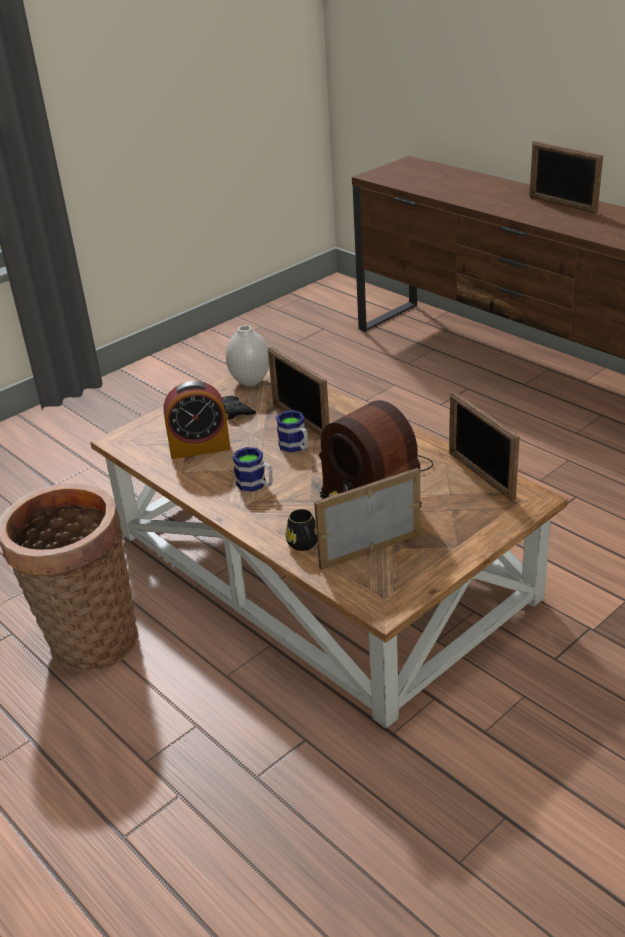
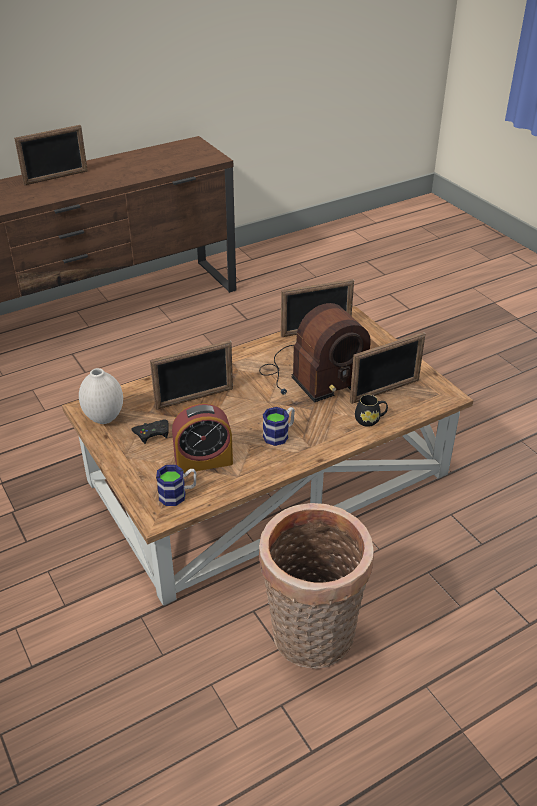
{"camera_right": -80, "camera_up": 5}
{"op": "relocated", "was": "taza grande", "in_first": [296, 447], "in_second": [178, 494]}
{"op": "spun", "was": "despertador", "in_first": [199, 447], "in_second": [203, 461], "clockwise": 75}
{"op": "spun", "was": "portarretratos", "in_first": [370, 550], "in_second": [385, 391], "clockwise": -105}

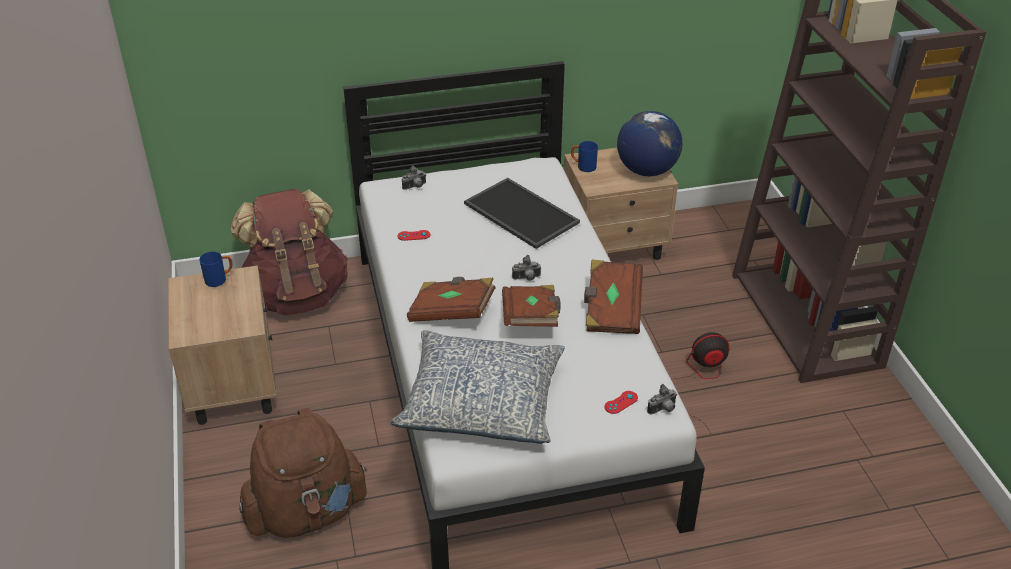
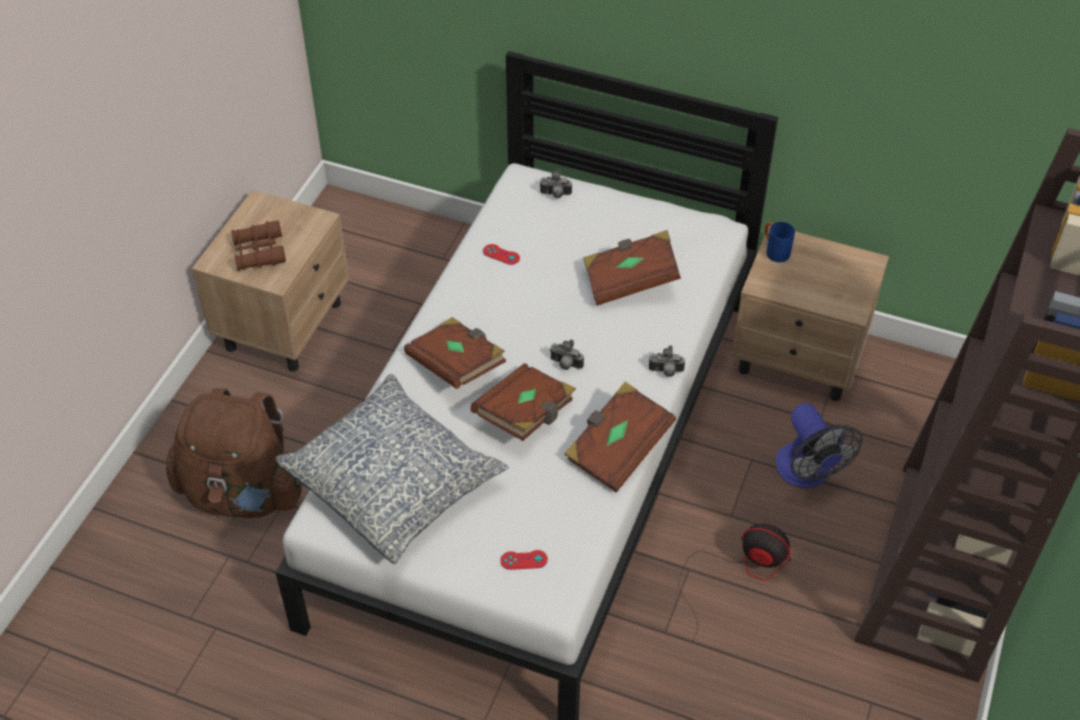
{"camera_right": 35, "camera_up": 10}
{"op": "appeared", "now": "prismáticos/marrón", "in_second": [259, 252]}
{"op": "exchanged", "was": "bandeja", "now": "libro/marrón", "in_first": [519, 213], "in_second": [630, 280]}
{"op": "relocated", "was": "cámara", "in_first": [663, 410], "in_second": [666, 372]}
{"op": "appeared", "now": "ventilador", "in_second": [807, 473]}
{"op": "missing", "was": "taza grande/azul", "in_first": [219, 279]}
{"op": "missing", "was": "mochila/marrón", "in_first": [296, 294]}
{"op": "missing", "was": "globo terráqueo", "in_first": [646, 170]}

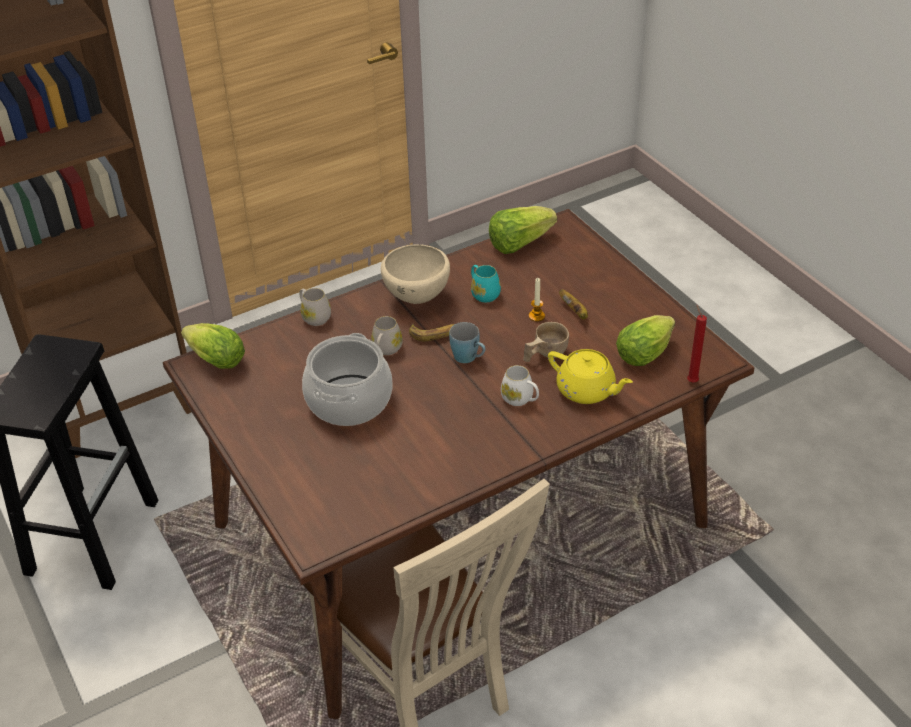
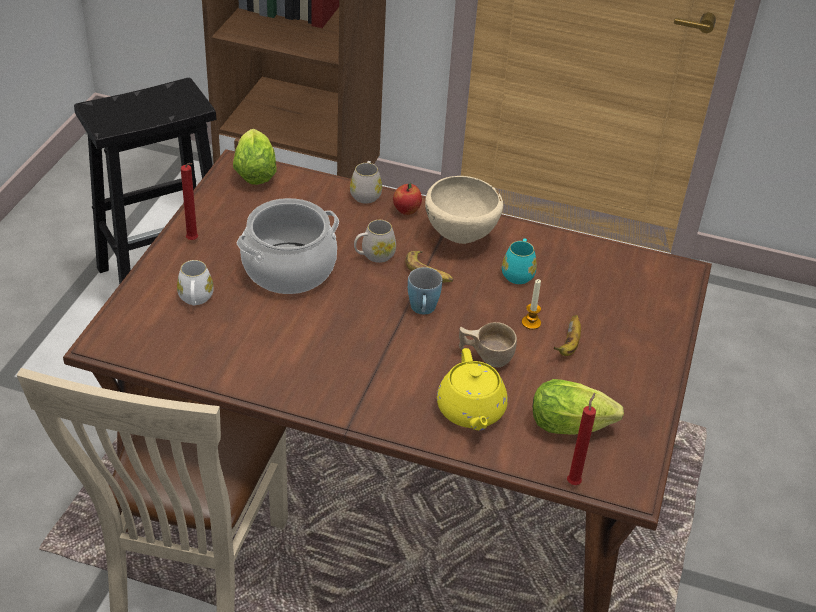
{"camera_right": 45, "camera_up": 0}
{"op": "relocated", "was": "taza grande/blanco", "in_first": [520, 399], "in_second": [195, 299]}
{"op": "appeared", "now": "vela/rojo", "in_second": [193, 241]}
{"op": "appeared", "now": "manzana", "in_second": [406, 210]}
{"op": "missing", "was": "lechuga", "in_first": [519, 243]}

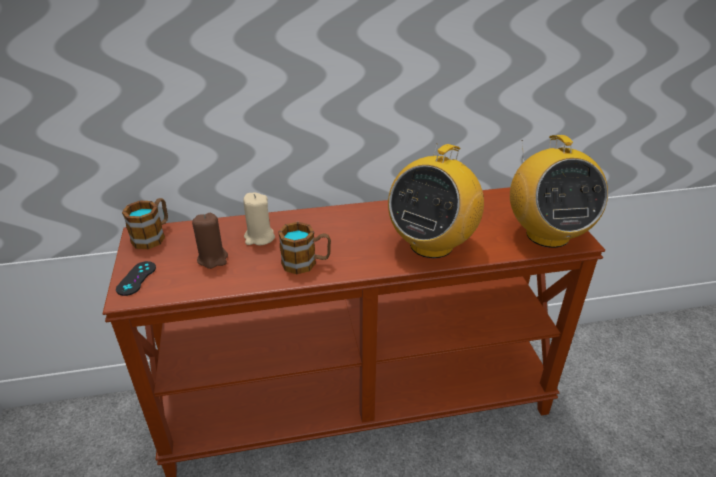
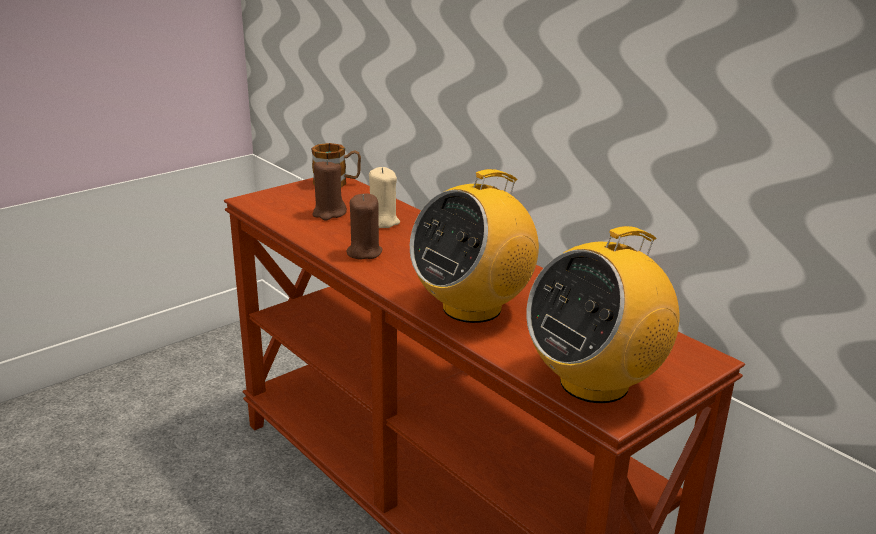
{"camera_right": 60, "camera_up": -10}
{"op": "exchanged", "was": "taza grande", "now": "vela/marrón", "in_first": [306, 263], "in_second": [364, 252]}
{"op": "spun", "was": "radio", "in_first": [431, 244], "in_second": [472, 307], "clockwise": -45}
{"op": "missing", "was": "mando de consola/negro", "in_first": [136, 278]}

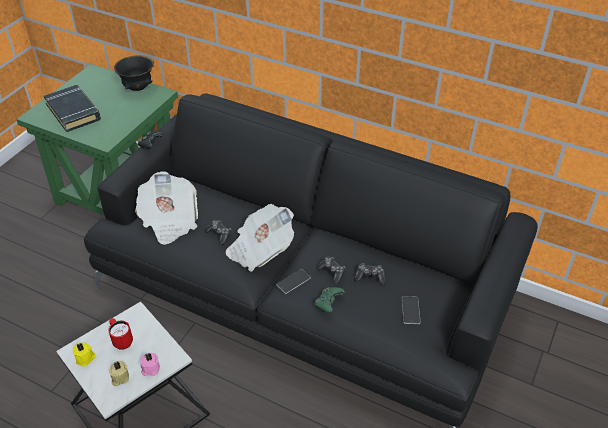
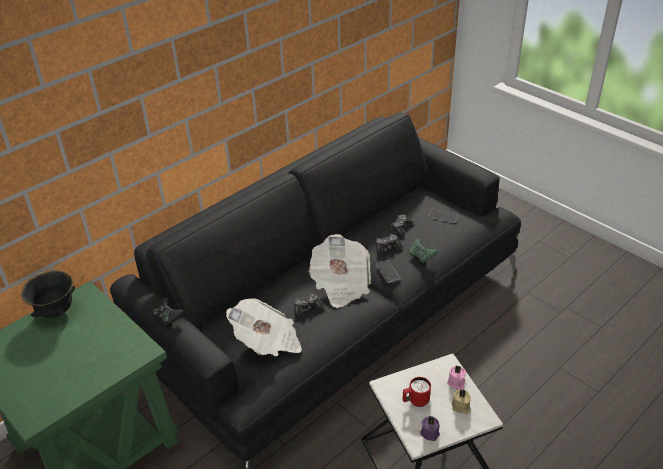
{"camera_right": -70, "camera_up": -5}
{"op": "colour", "was": "vela/amarillo", "now": "vela/morado", "in_first": [85, 358], "in_second": [430, 432]}
{"op": "missing", "was": "libro/negro", "in_first": [73, 112]}

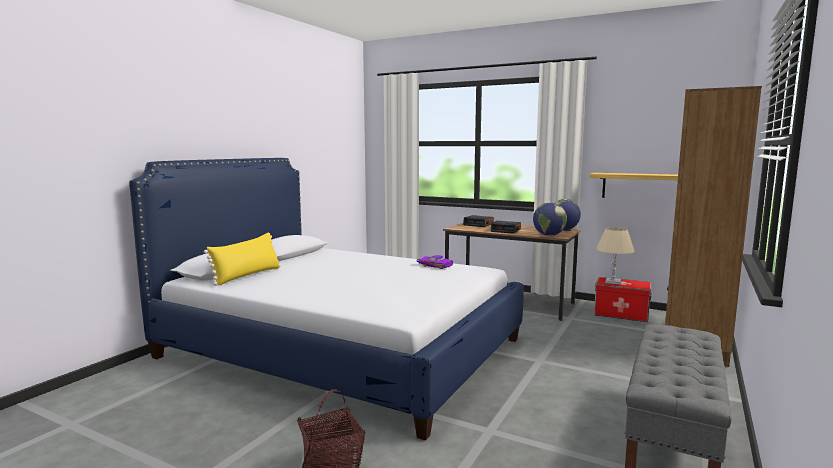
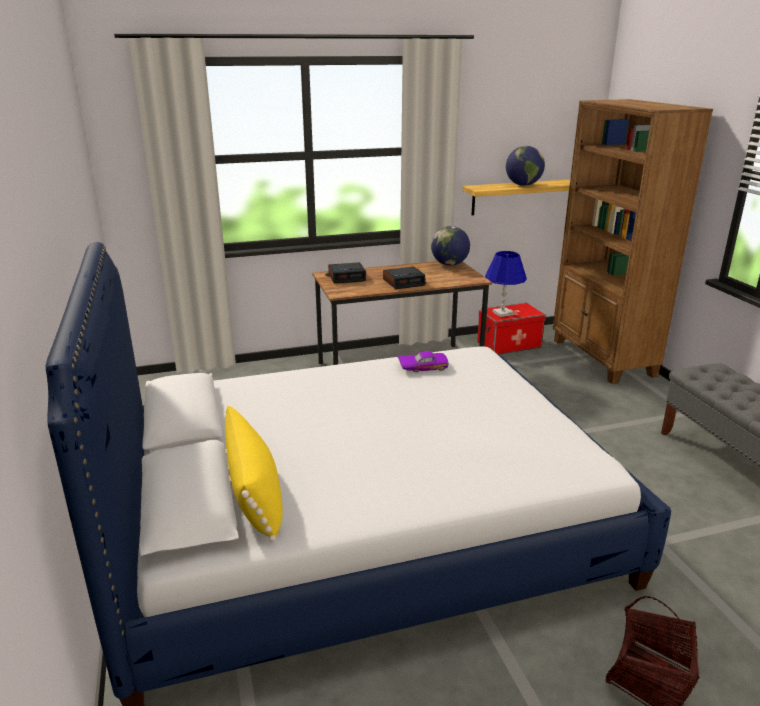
{"camera_right": -45, "camera_up": 15}
{"op": "colour", "was": "lámpara de mesa/beis", "now": "lámpara de mesa/azul", "in_first": [613, 282], "in_second": [502, 313]}
{"op": "relocated", "was": "globo terráqueo", "in_first": [549, 235], "in_second": [523, 185]}

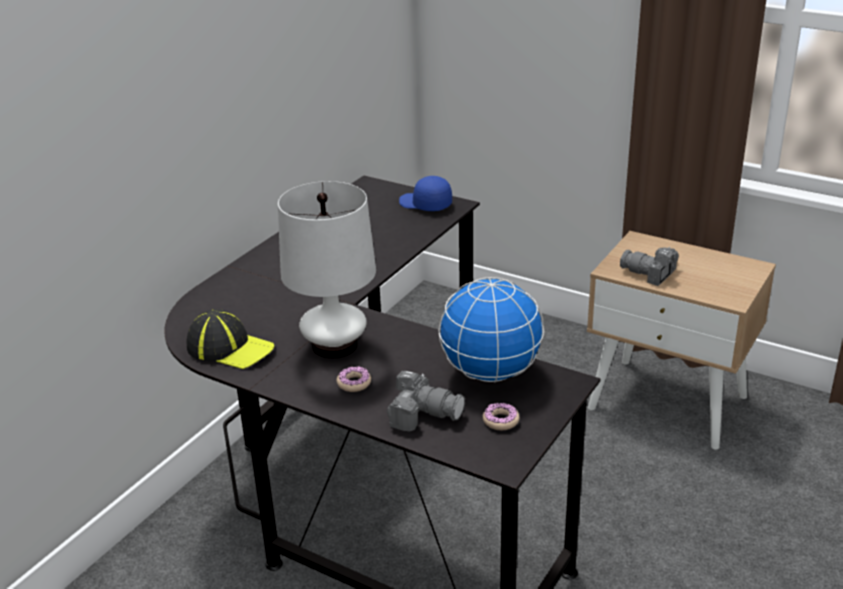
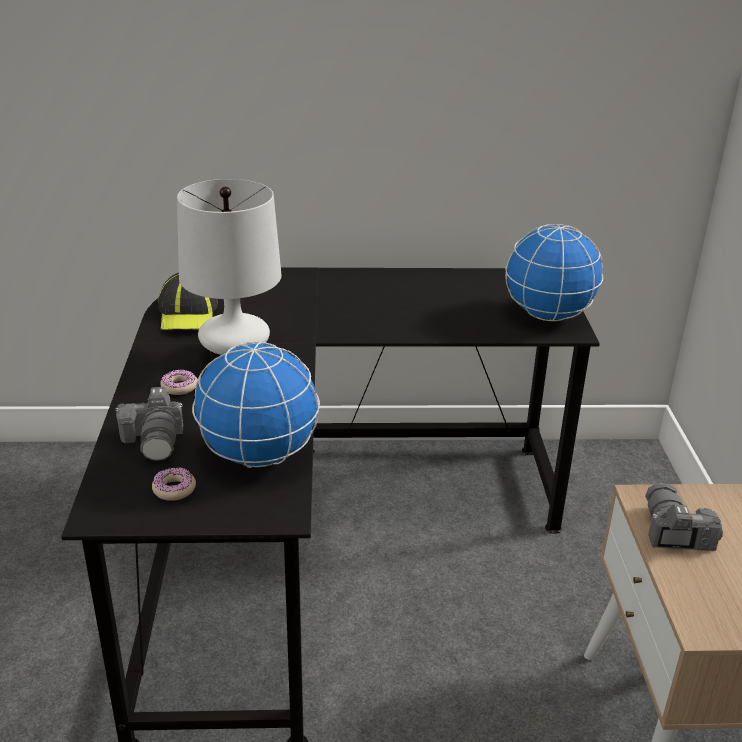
{"camera_right": 55, "camera_up": 0}
{"op": "exchanged", "was": "gorra/azul", "now": "globo terráqueo", "in_first": [425, 204], "in_second": [548, 316]}

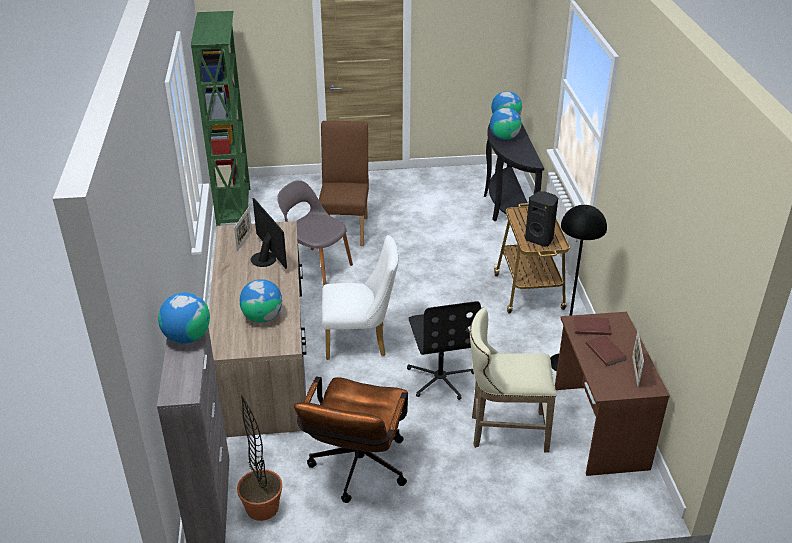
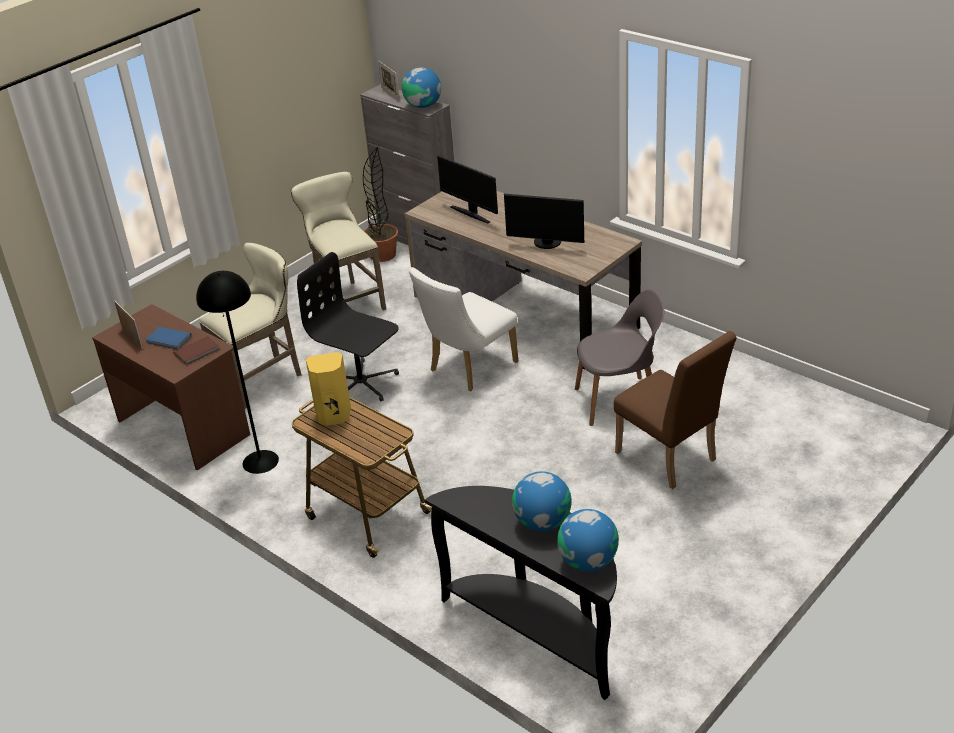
{"camera_right": 140, "camera_up": 0}
{"op": "colour", "was": "libro/marrón", "now": "libro/azul", "in_first": [606, 351], "in_second": [168, 340]}
{"op": "exchanged", "was": "silla de oficina/marrón", "now": "taburete/beis", "in_first": [356, 471], "in_second": [347, 300]}
{"op": "colour", "was": "altavoz/negro", "now": "altavoz/amarillo", "in_first": [540, 239], "in_second": [333, 416]}
{"op": "relocated", "was": "portarretratos", "in_first": [244, 241], "in_second": [390, 94]}
{"op": "exchanged", "was": "globo terráqueo", "now": "monitor", "in_first": [262, 317], "in_second": [471, 214]}
{"op": "missing", "was": "estantería/verde", "in_first": [235, 208]}

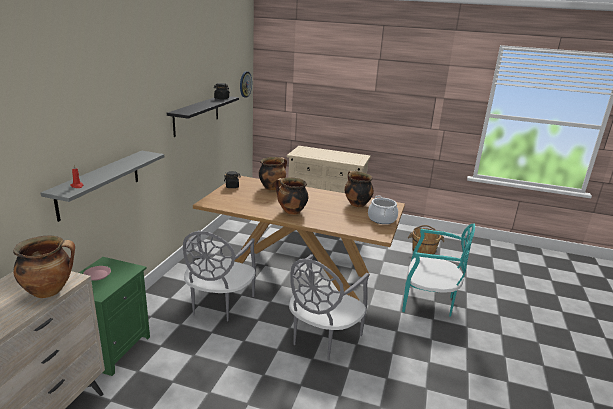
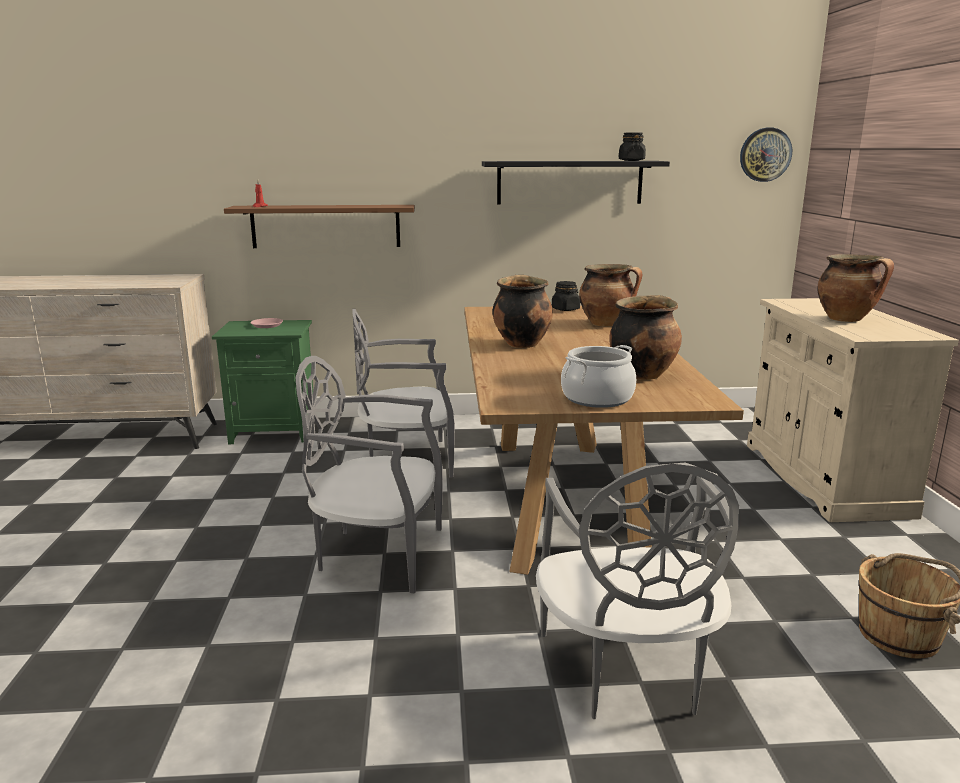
{"camera_right": 70, "camera_up": -5}
{"op": "colour", "was": "estante/gris", "now": "estante/marrón", "in_first": [99, 184], "in_second": [326, 226]}
{"op": "colour", "was": "silla/turquesa", "now": "silla/gris", "in_first": [429, 302], "in_second": [627, 672]}
{"op": "relocated", "was": "olla", "in_first": [49, 291], "in_second": [847, 319]}

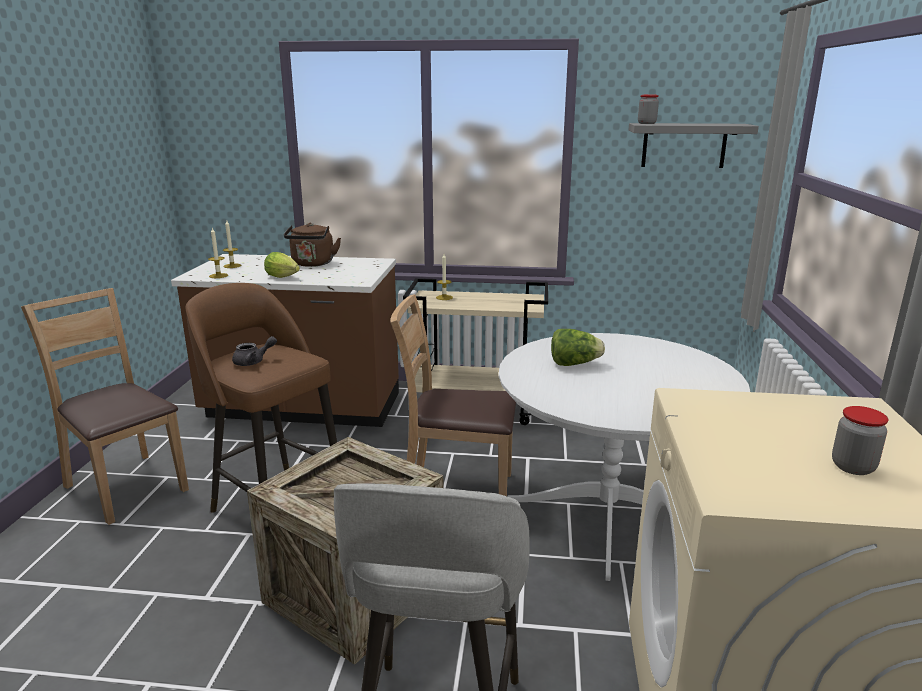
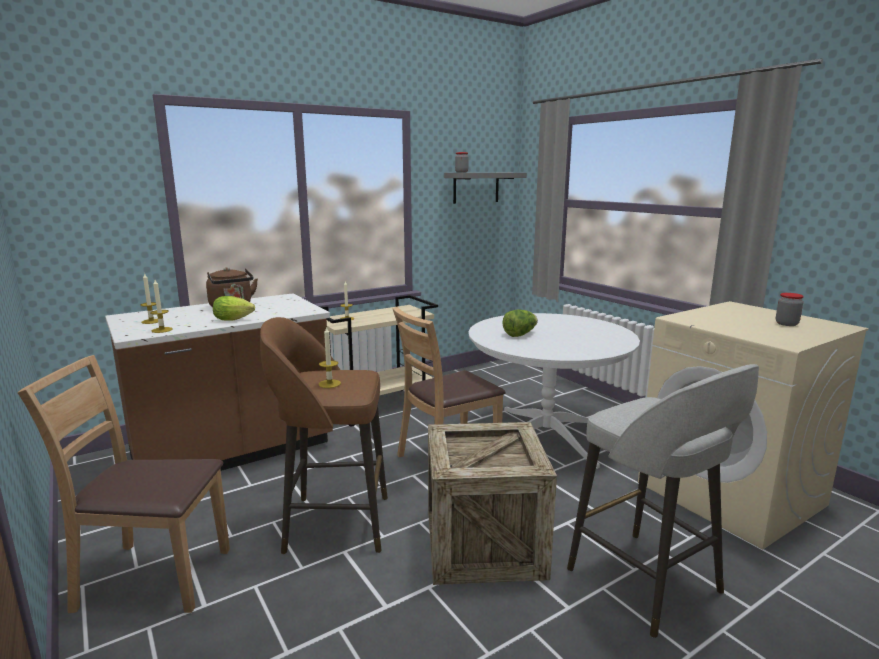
{"camera_right": -40, "camera_up": -5}
{"op": "exchanged", "was": "tetera/gris", "now": "vela", "in_first": [253, 362], "in_second": [329, 384]}

